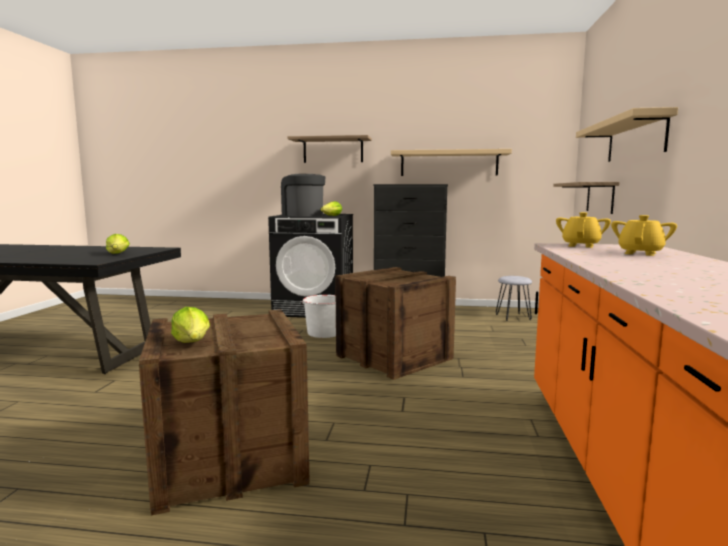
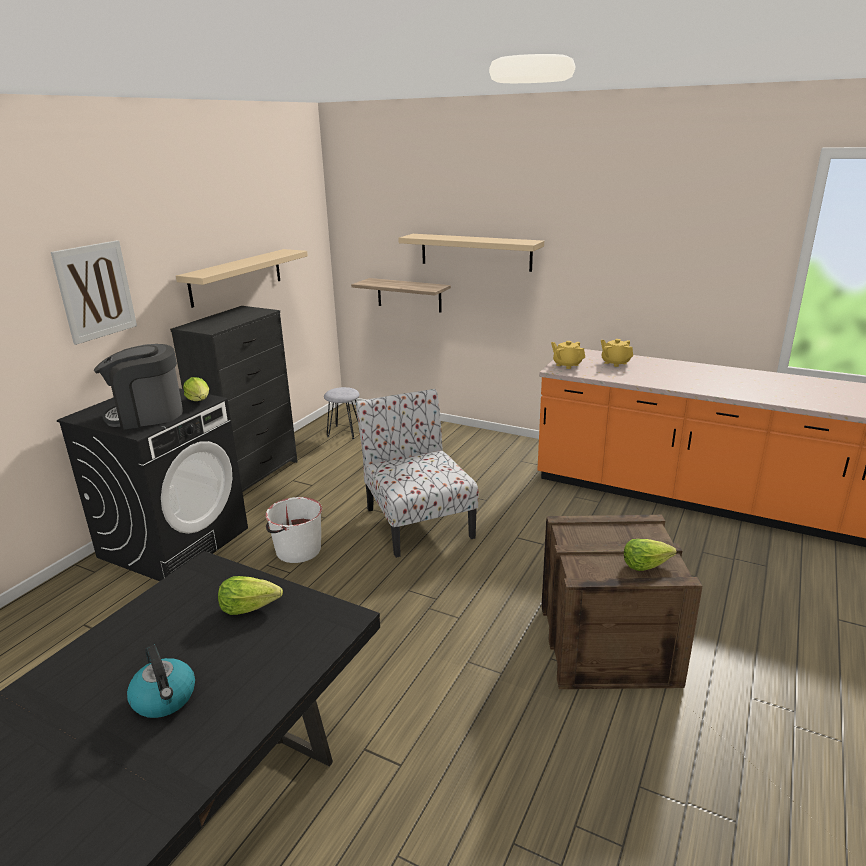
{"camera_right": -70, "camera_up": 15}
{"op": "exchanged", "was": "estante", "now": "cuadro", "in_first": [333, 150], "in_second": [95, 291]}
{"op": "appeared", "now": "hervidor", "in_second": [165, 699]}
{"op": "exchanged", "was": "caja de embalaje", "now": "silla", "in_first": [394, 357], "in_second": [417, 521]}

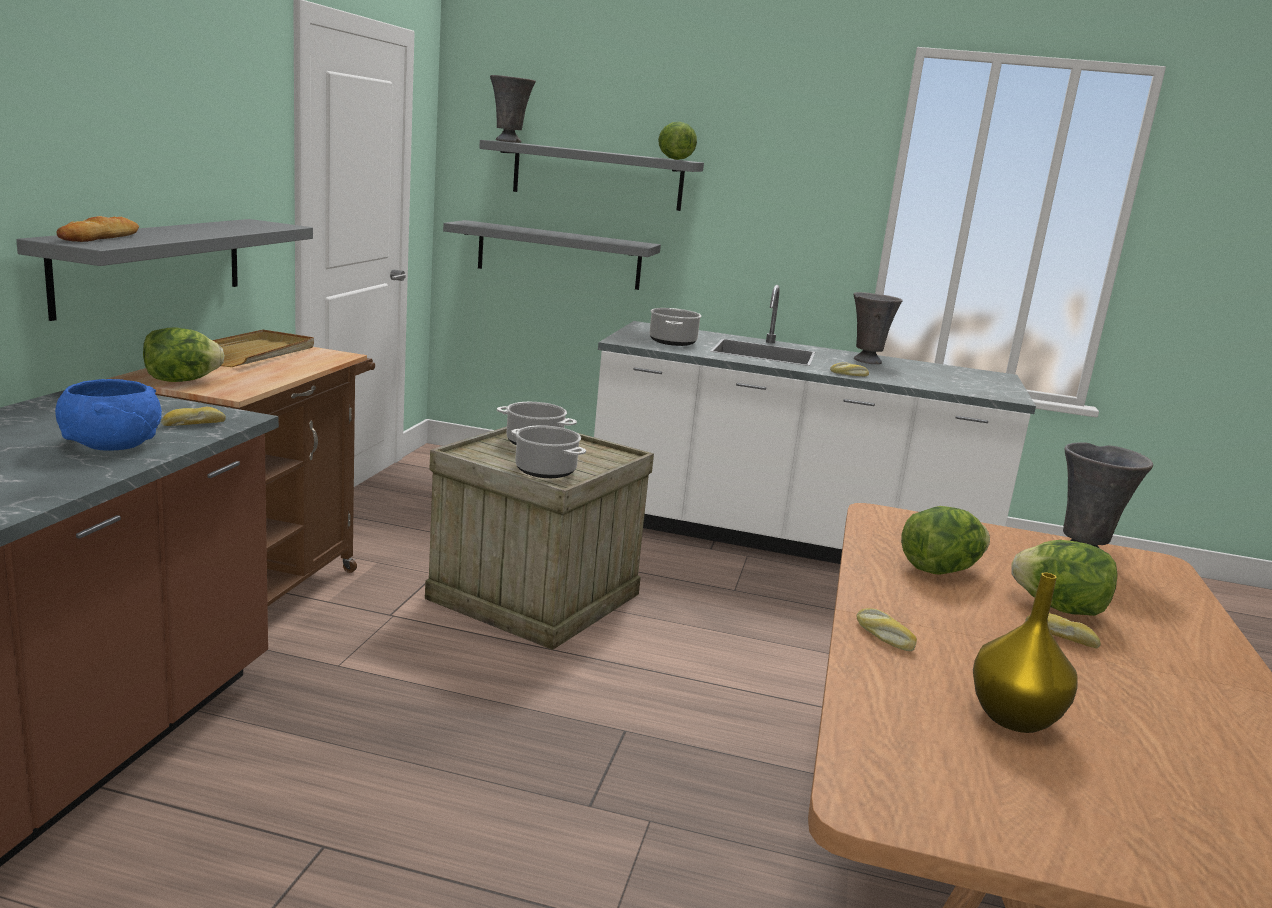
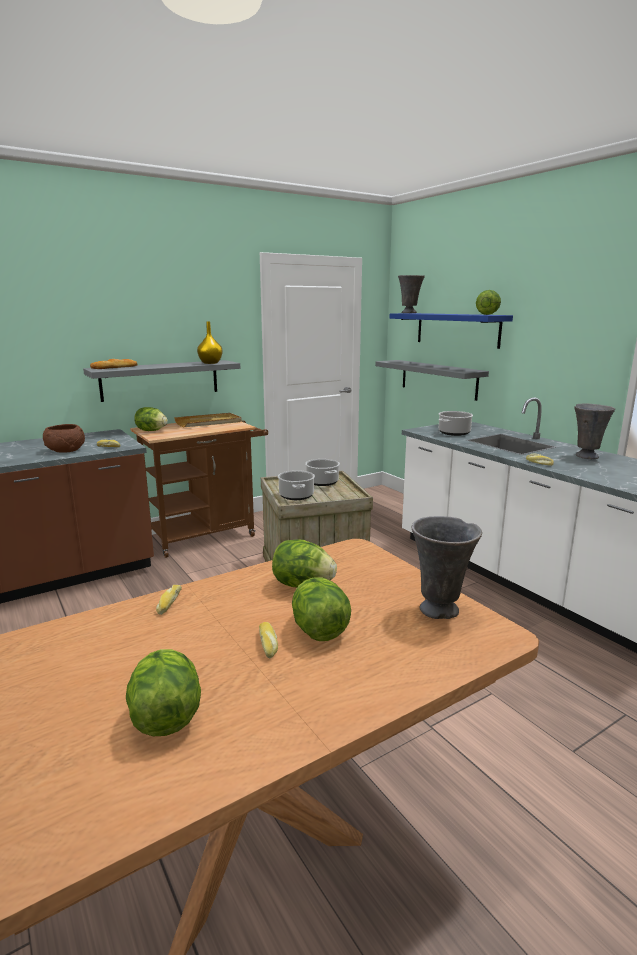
{"camera_right": 45, "camera_up": 0}
{"op": "colour", "was": "cuenco/azul", "now": "cuenco/marrón", "in_first": [111, 444], "in_second": [66, 450]}
{"op": "appeared", "now": "lechuga", "in_second": [166, 717]}
{"op": "relocated", "was": "florero/amarillo", "in_first": [1012, 719], "in_second": [210, 363]}
{"op": "colour", "was": "estante/gris", "now": "estante/azul", "in_first": [597, 176], "in_second": [457, 329]}

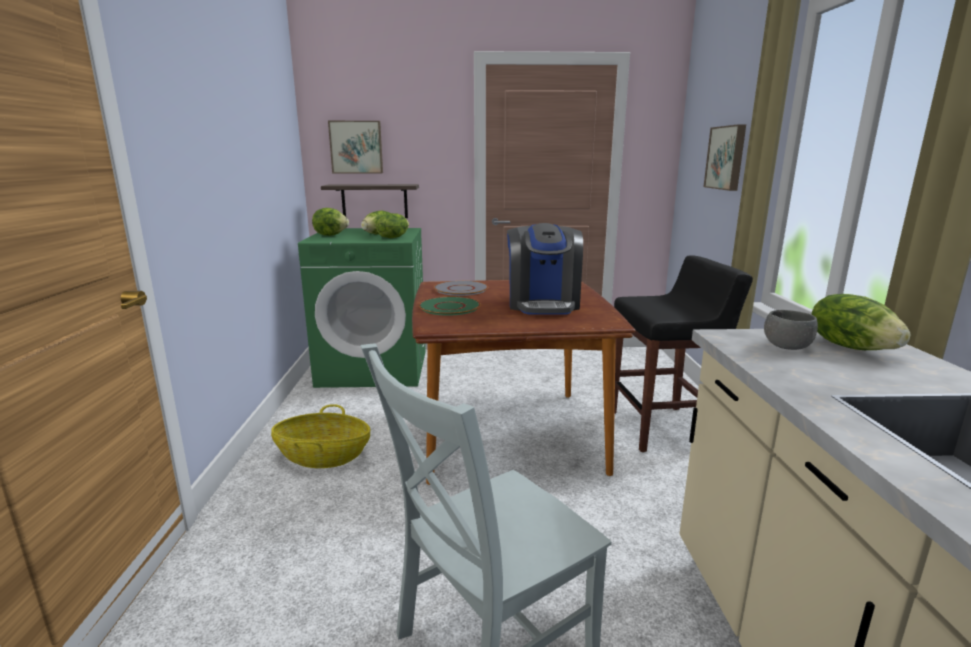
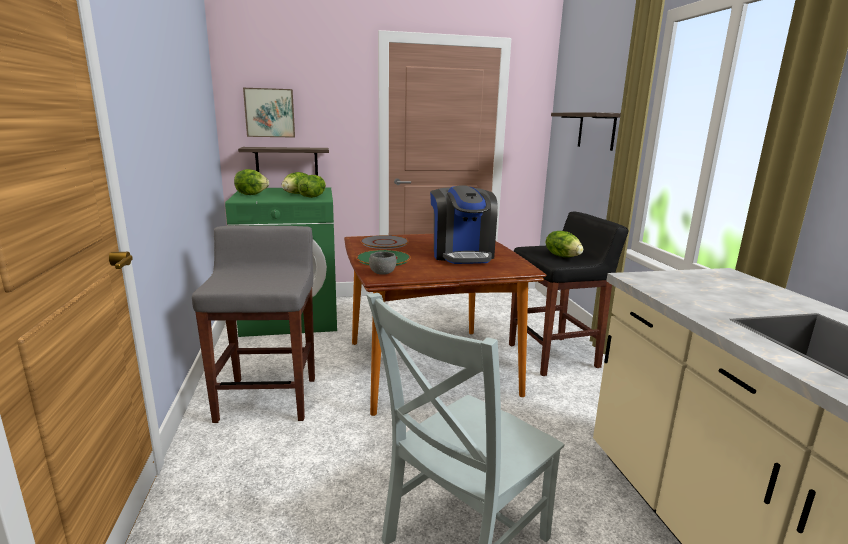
{"camera_right": -10, "camera_up": 0}
{"op": "exchanged", "was": "cesta", "now": "taburete/gris", "in_first": [323, 456], "in_second": [268, 398]}
{"op": "relocated", "was": "cuenco/gris", "in_first": [786, 347], "in_second": [382, 273]}
{"op": "relocated", "was": "lechuga", "in_first": [851, 347], "in_second": [562, 256]}
{"op": "exchanged", "was": "cuadro", "now": "estante", "in_first": [727, 158], "in_second": [596, 131]}

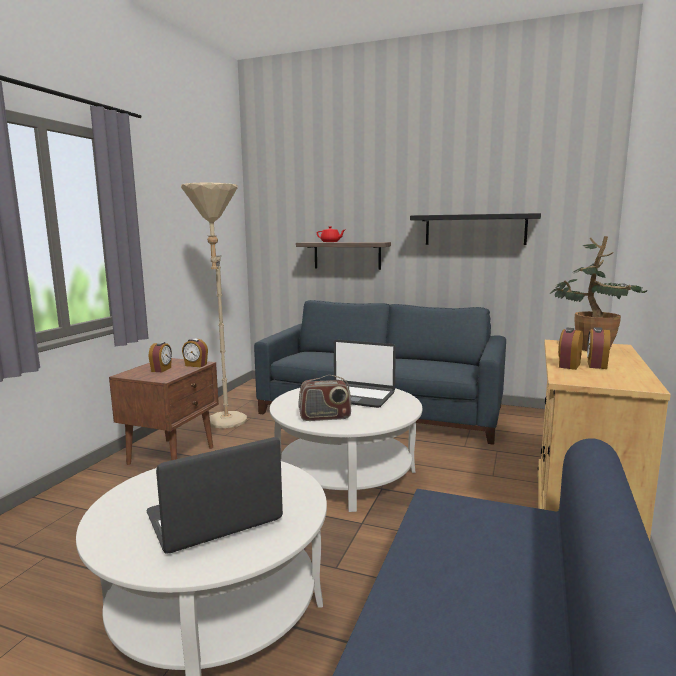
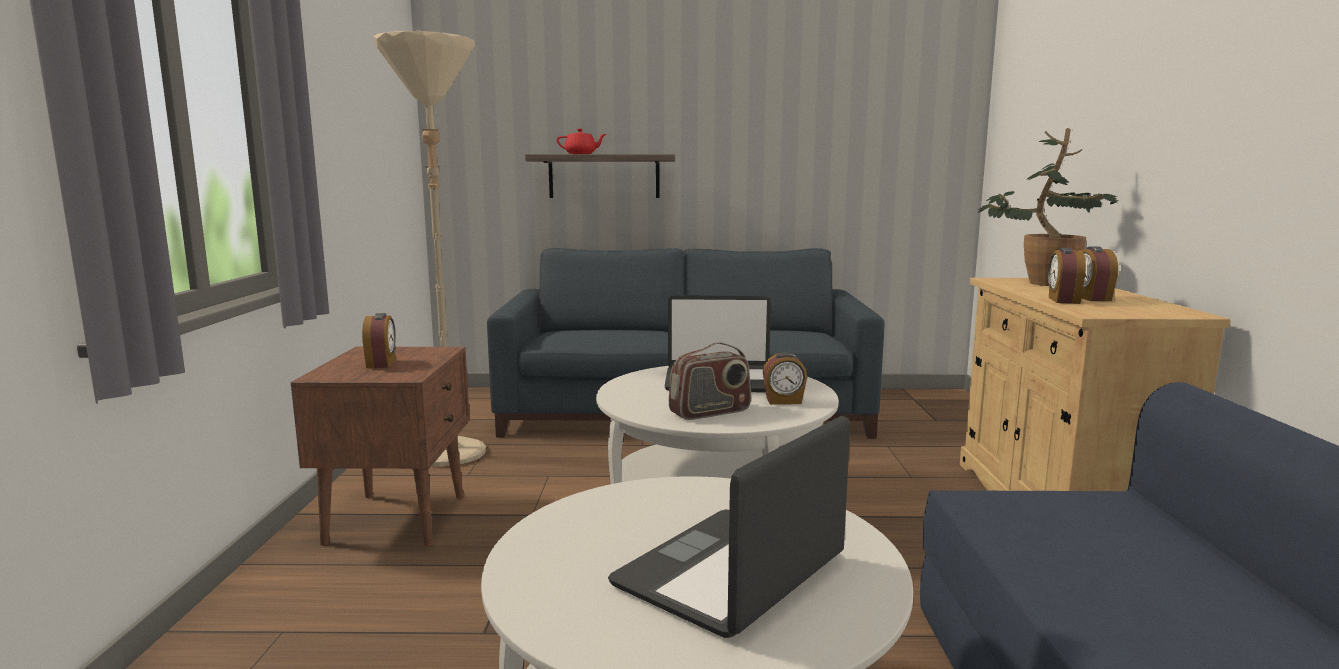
{"camera_right": -20, "camera_up": 0}
{"op": "relocated", "was": "despertador", "in_first": [195, 365], "in_second": [784, 401]}
{"op": "missing", "was": "estante/negro", "in_first": [475, 230]}

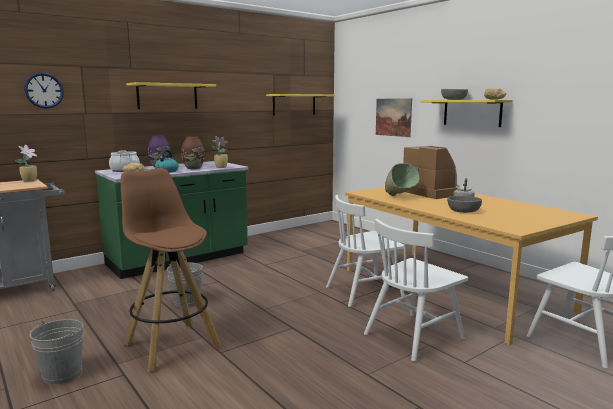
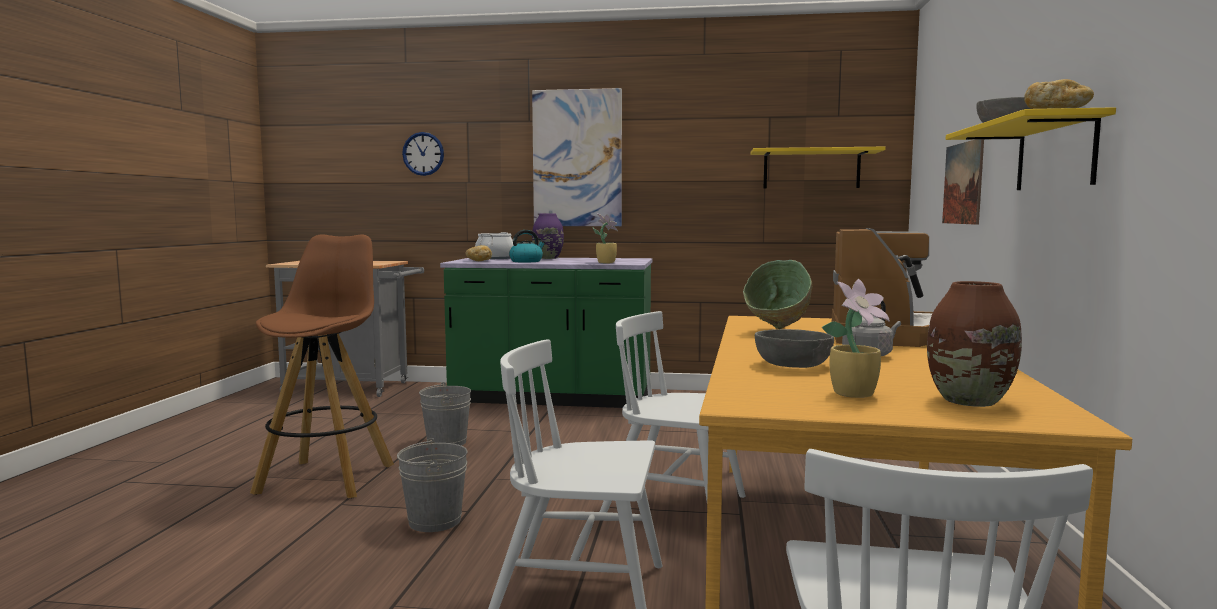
{"camera_right": 45, "camera_up": -5}
{"op": "relocated", "was": "cubo/gris", "in_first": [62, 374], "in_second": [435, 521]}
{"op": "exchanged", "was": "estante/amarillo", "now": "cuadro", "in_first": [167, 96], "in_second": [577, 158]}
{"op": "relocated", "was": "planta en maceta", "in_first": [30, 180], "in_second": [855, 393]}
{"op": "relocated", "was": "florero/marrón", "in_first": [193, 168], "in_second": [968, 400]}

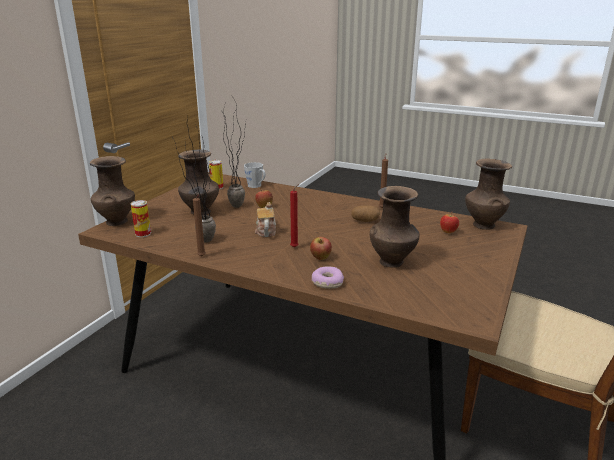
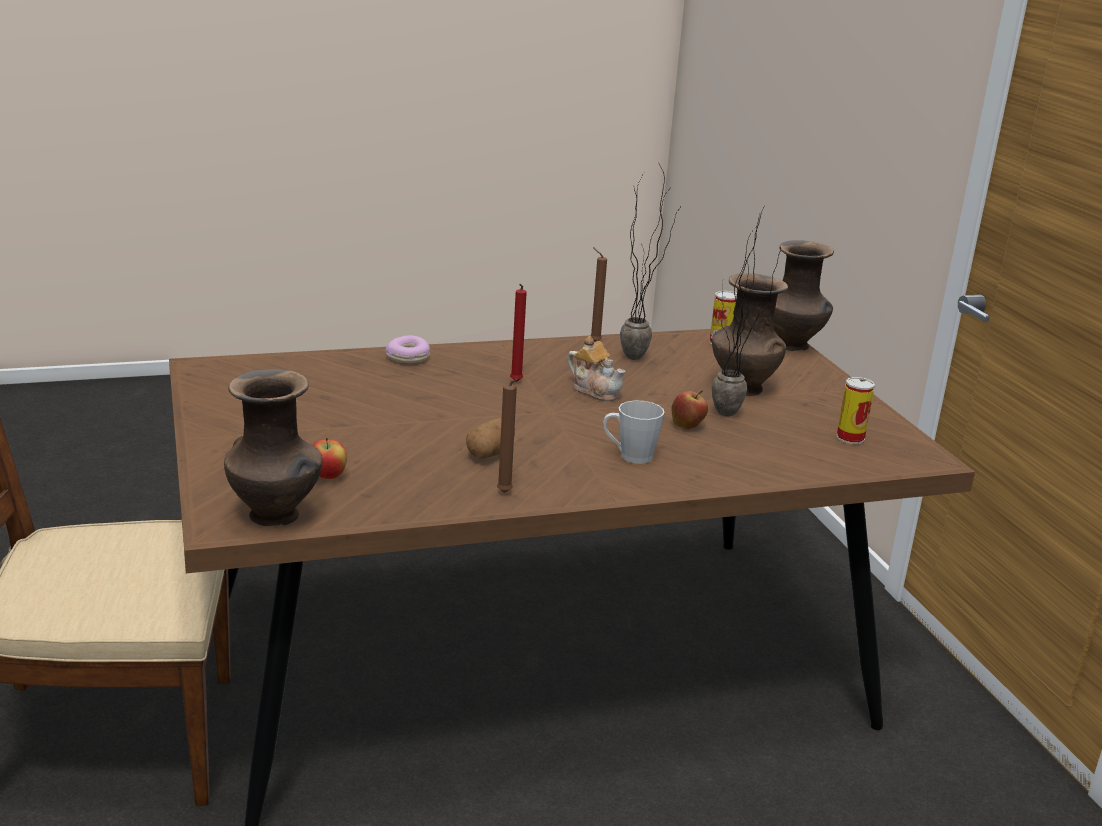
{"camera_right": 135, "camera_up": 0}
{"op": "relocated", "was": "taza grande/gris", "in_first": [256, 186], "in_second": [629, 456]}
{"op": "missing", "was": "manzana", "in_first": [320, 258]}
{"op": "missing", "was": "florero/marrón", "in_first": [392, 262]}

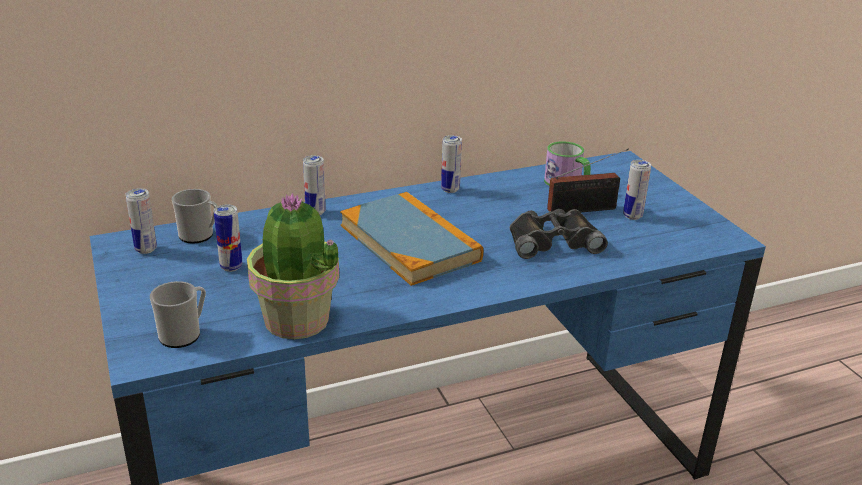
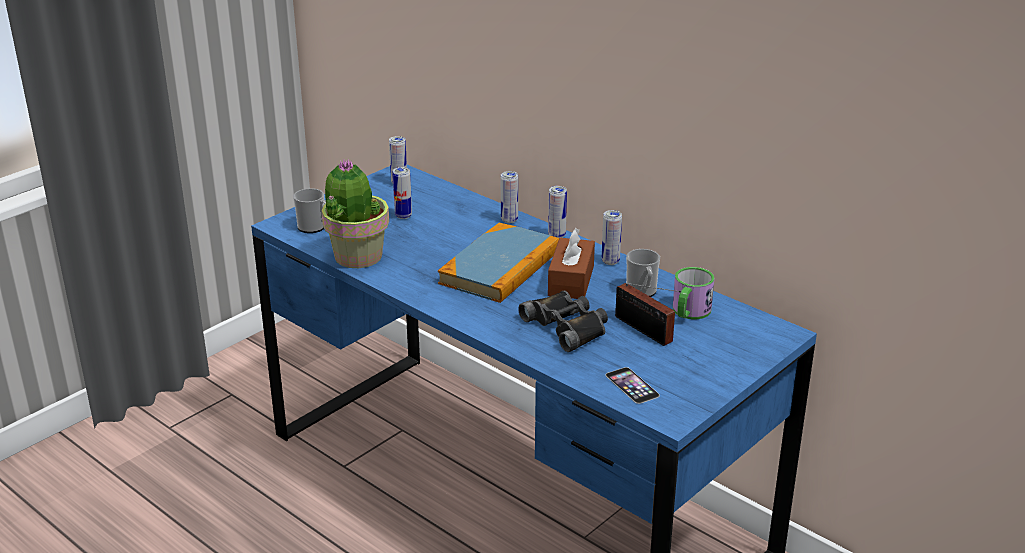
{"camera_right": 65, "camera_up": 0}
{"op": "relocated", "was": "lata", "in_first": [632, 216], "in_second": [556, 236]}
{"op": "appeared", "now": "caja de pañuelos/marrón", "in_second": [571, 281]}
{"op": "appeared", "now": "móvil", "in_second": [632, 385]}
{"op": "relocated", "was": "taza grande", "in_first": [199, 235], "in_second": [642, 292]}

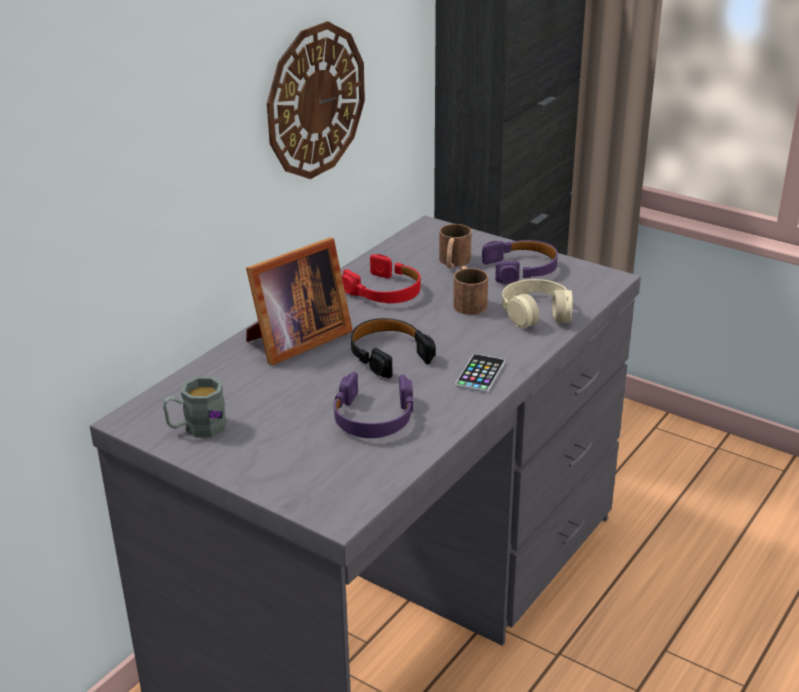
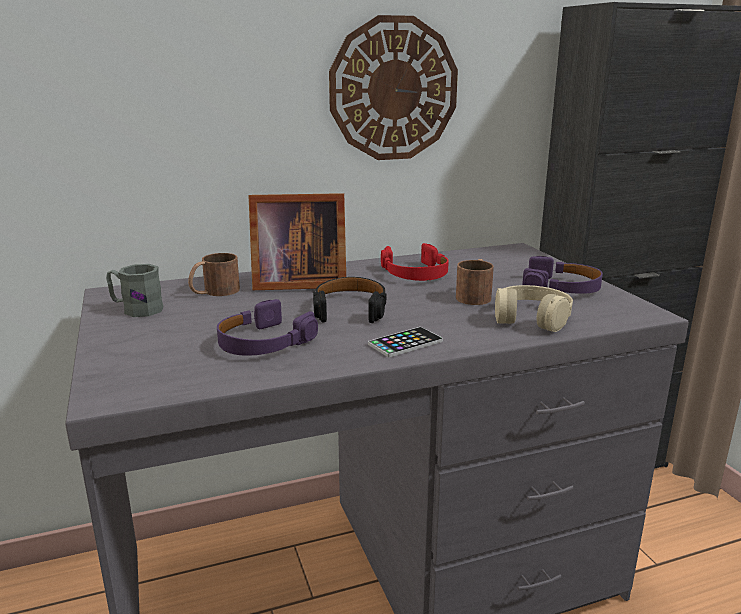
{"camera_right": 35, "camera_up": -10}
{"op": "relocated", "was": "taza grande/marrón", "in_first": [453, 263], "in_second": [214, 292]}

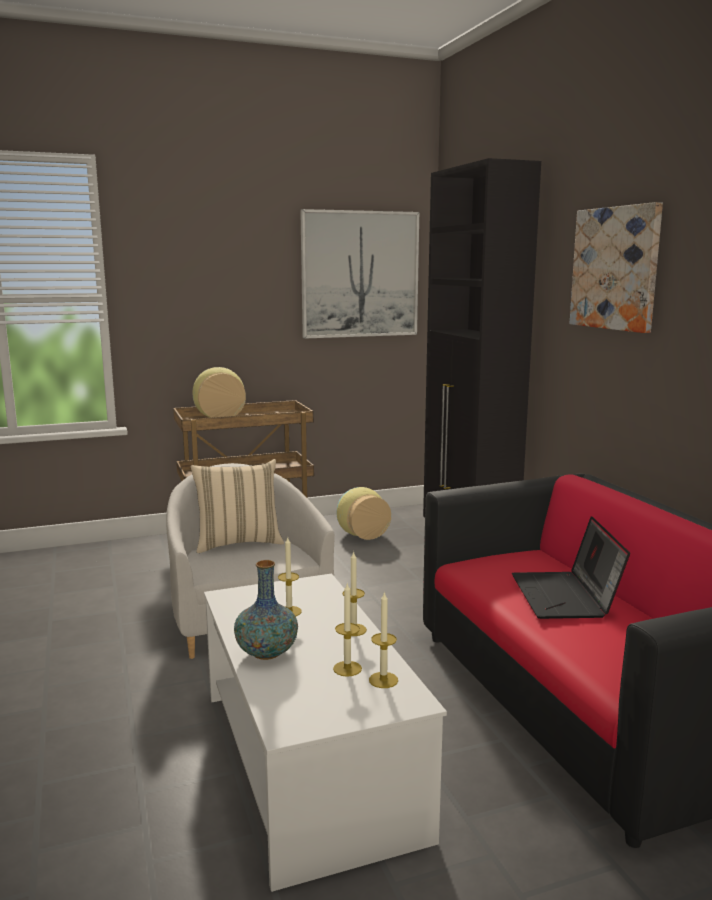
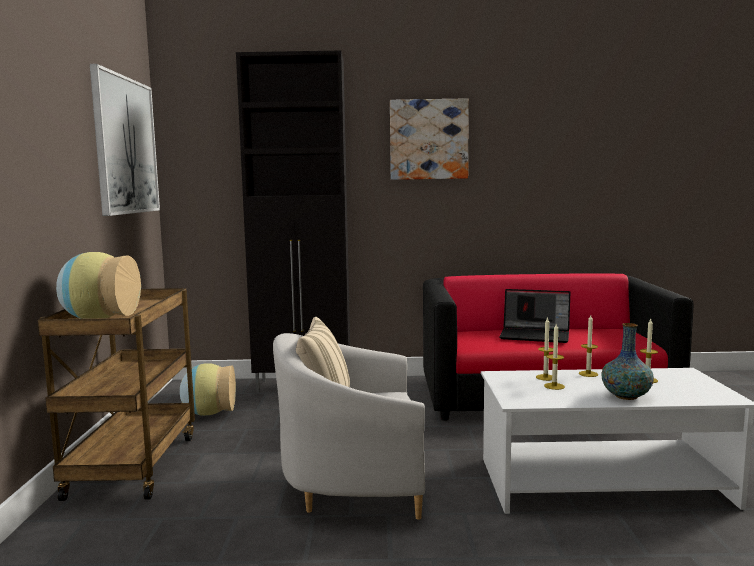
{"camera_right": -70, "camera_up": -5}
{"op": "relocated", "was": "vela", "in_first": [383, 680], "in_second": [545, 377]}

